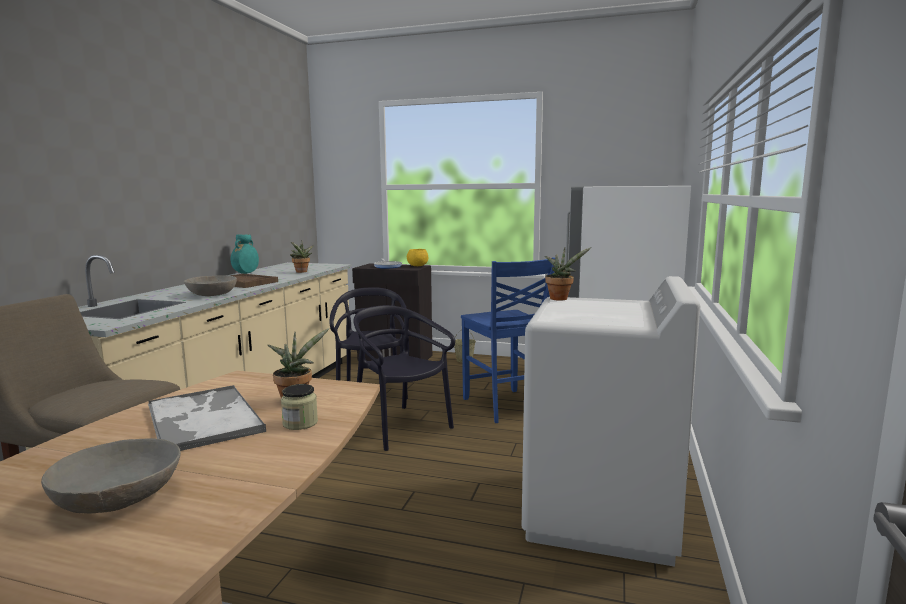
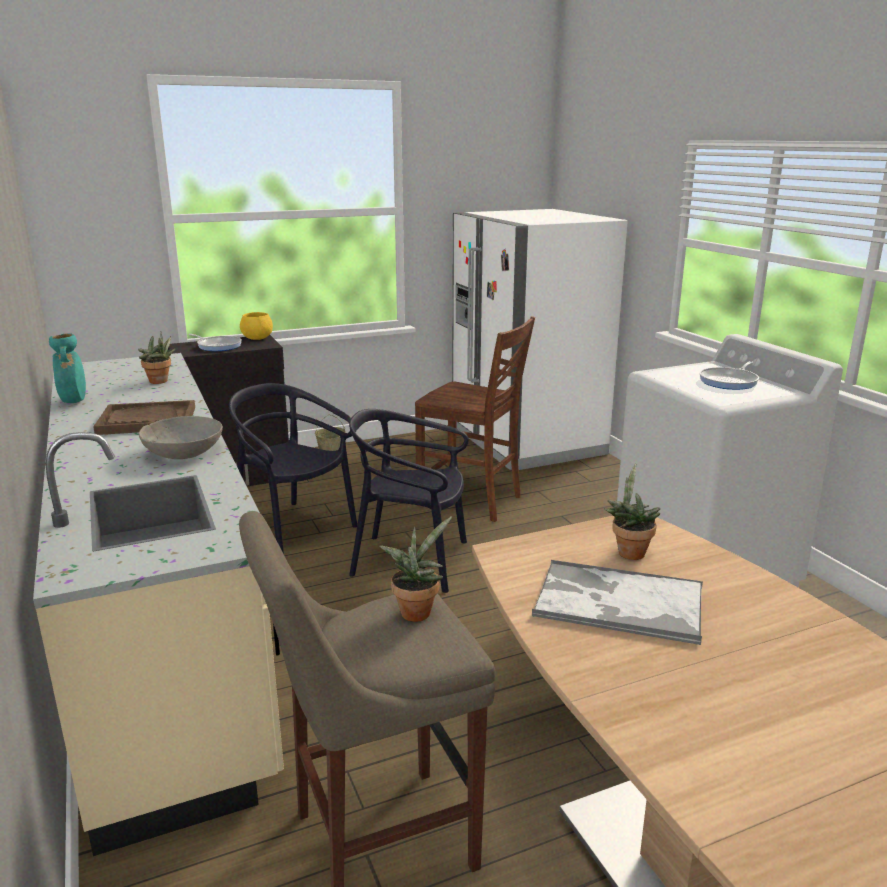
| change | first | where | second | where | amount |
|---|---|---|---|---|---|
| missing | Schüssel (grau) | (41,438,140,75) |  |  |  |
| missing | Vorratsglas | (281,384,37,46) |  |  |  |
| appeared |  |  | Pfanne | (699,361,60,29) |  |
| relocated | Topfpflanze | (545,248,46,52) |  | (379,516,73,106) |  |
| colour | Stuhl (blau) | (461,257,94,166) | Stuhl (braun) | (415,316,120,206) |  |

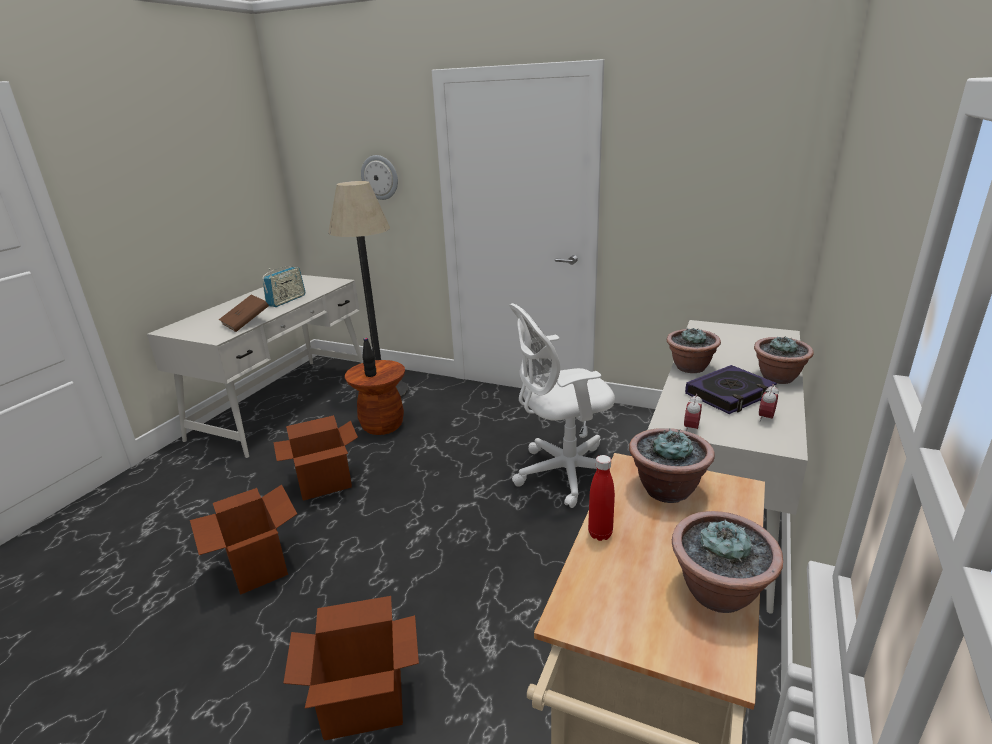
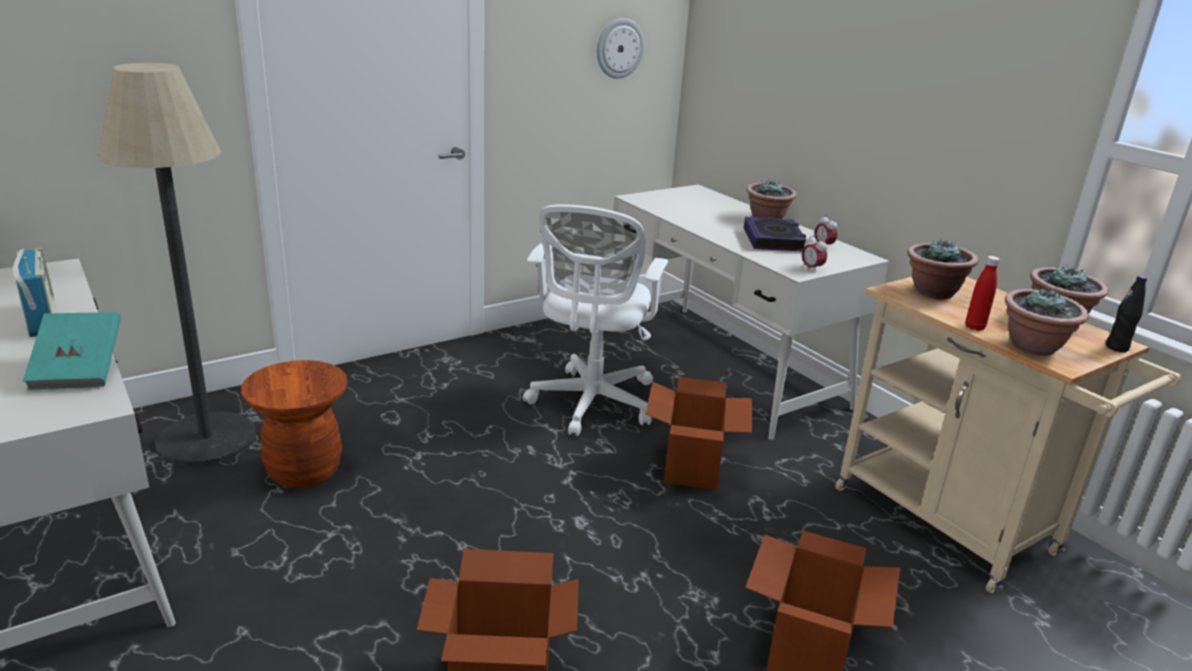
| change | first | where | second | where | amount |
|---|---|---|---|---|---|
| relocated | Karton | (273,415,85,86) |  | (646,377,106,113) |  |
| relocated | Wanduhr | (361,155,37,45) |  | (597,18,47,61) |  |
| relocated | Flasche (schwarz) | (362,338,14,39) |  | (1106,276,41,76) |  |
| relocated | Topfpflanze | (667,328,54,45) |  | (1005,288,84,68) |  |
| colour | Buch (braun) | (219,294,50,38) | Buch (türkis) | (23,312,98,78) |  |

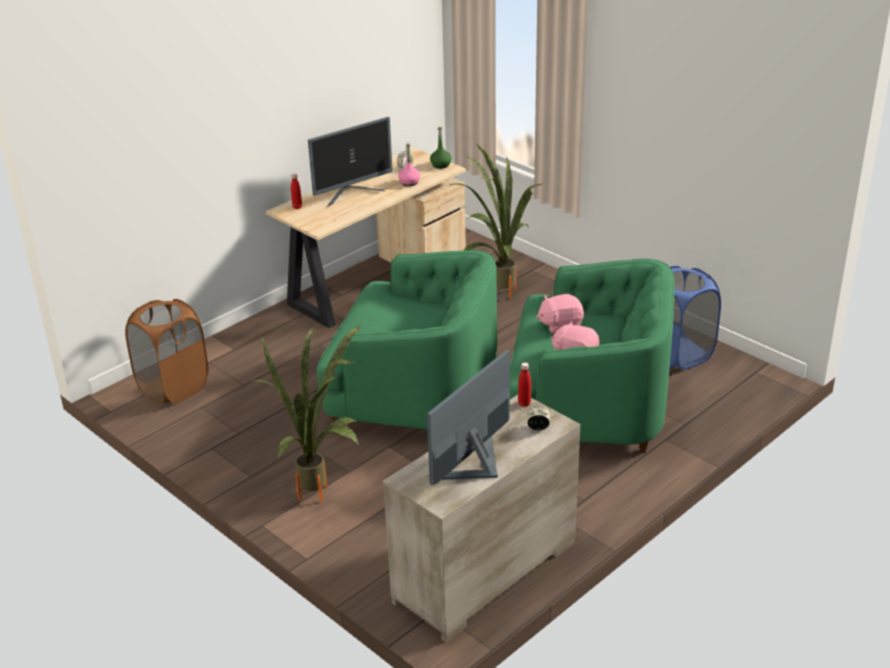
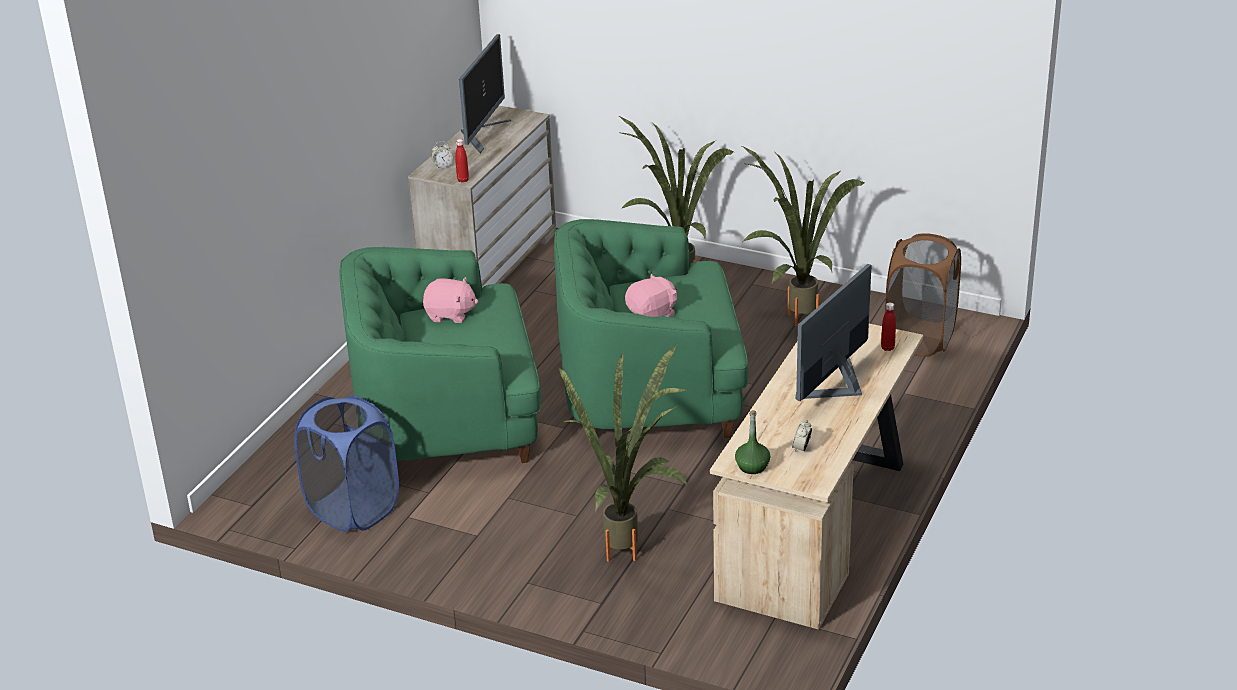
| change | first | where | second | where | amount |
|---|---|---|---|---|---|
| missing | Flasche (rosa) | (398,143,22,43) |  |  |  |
| appeared |  |  | Topfpflanze | (742,146,122,181) |  |
| relocated | Plüschtier (rosa) | (536,294,48,40) |  | (625,274,52,43) |  |

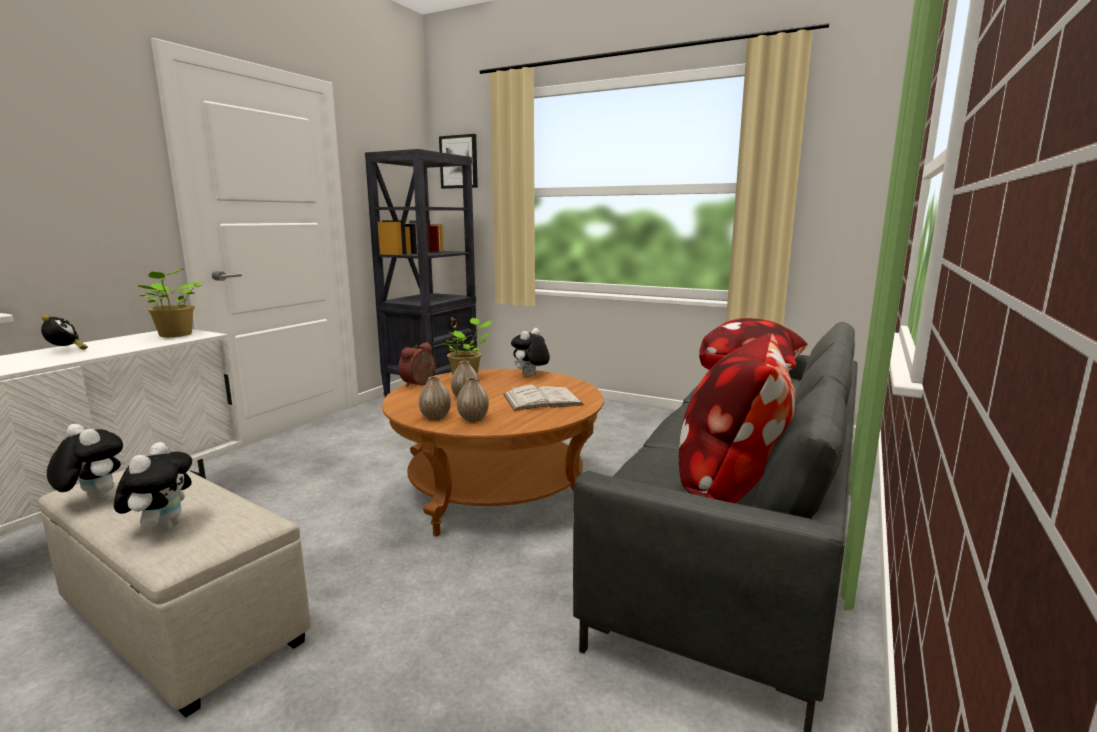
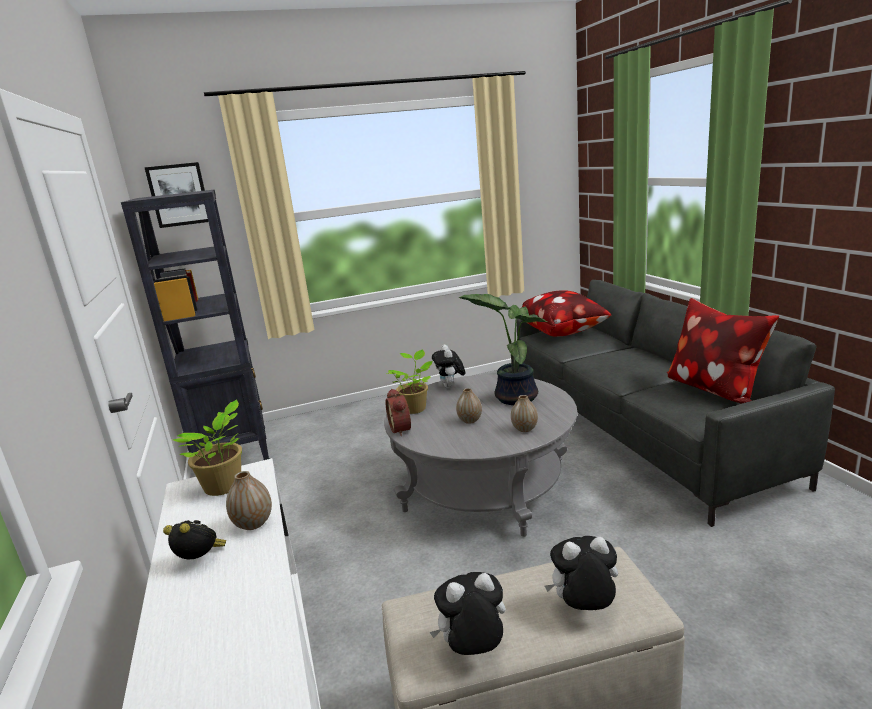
| change | first | where | second | where | amount |
|---|---|---|---|---|---|
| relocated | Vase | (419,376,32,44) |  | (226,471,46,59) |  |
| exchanged | Buch (weiß) | (503,385,81,26) | Topfpflanze | (458,294,89,111) |  |
| colour | Couchtisch (braun) | (382,369,222,167) | Couchtisch (grau) | (384,374,193,163) |  |
| spun | Plüschtier | (114,442,78,91) |  | (545,536,73,74) | 45 degrees counterclockwise |

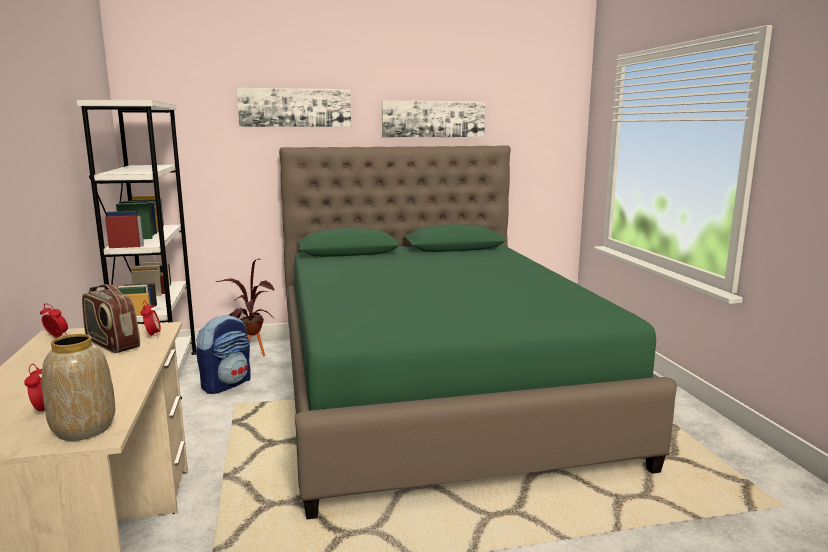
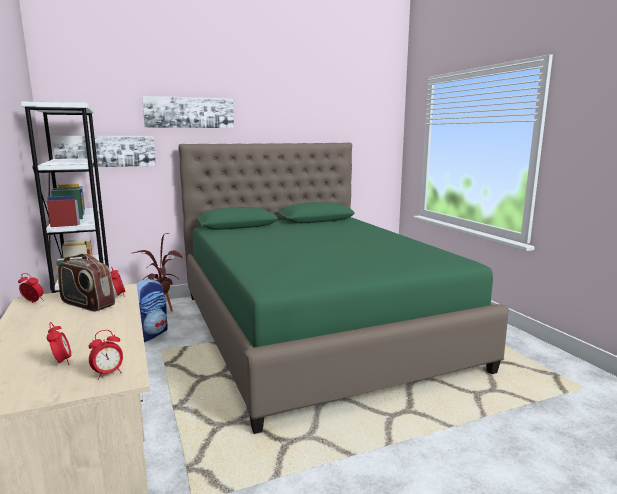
| change | first | where | second | where | amount |
|---|---|---|---|---|---|
| relocated | Bild | (382,101,103,36) |  | (52,136,104,31) |  |
| exchanged | Vase | (42,334,73,107) | Wecker | (89,330,34,50) |  |

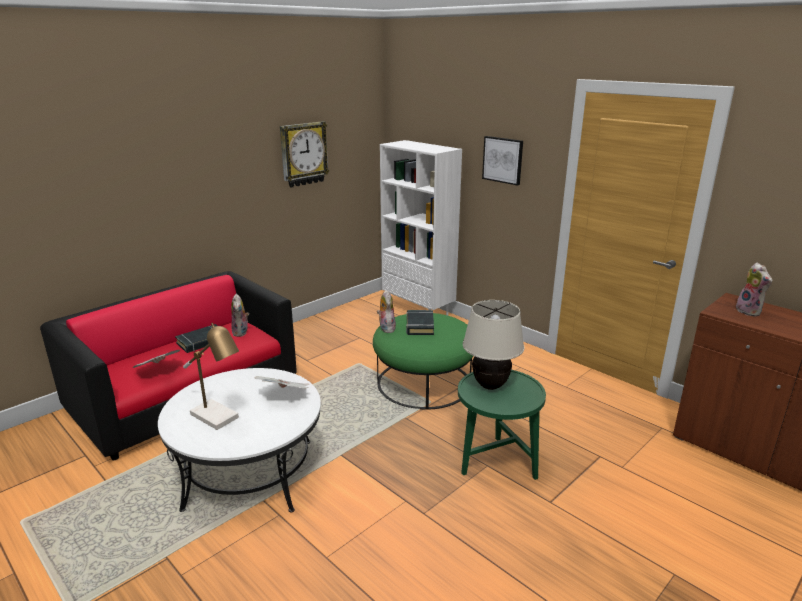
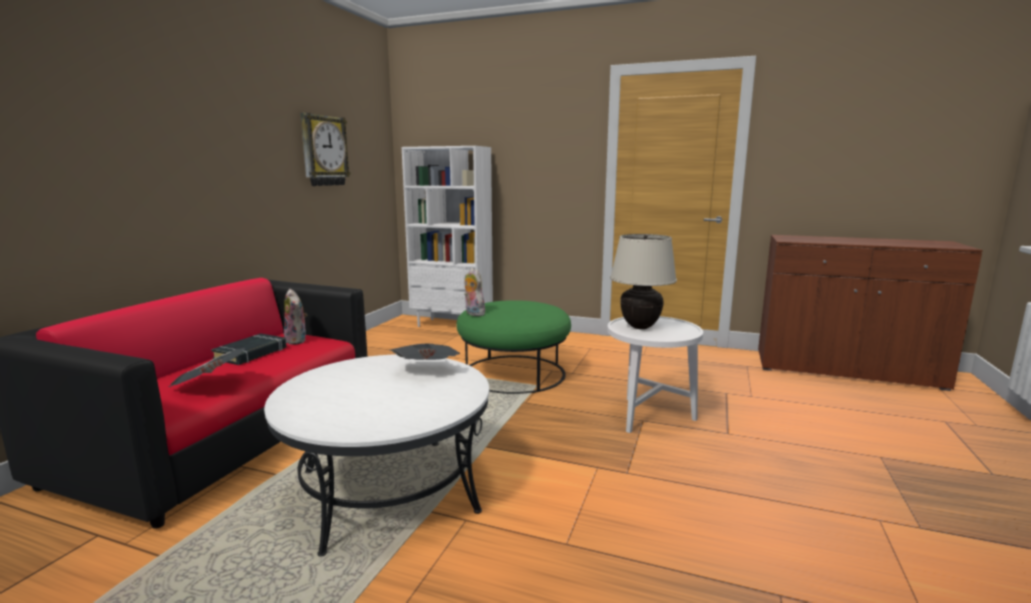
| change | first | where | second | where | amount |
|---|---|---|---|---|---|
| missing | Tischlampe | (183,323,56,107) |  |  |  |
| missing | Buch (schwarz) | (406,310,28,25) |  |  |  |
| missing | Bild | (482,136,41,50) |  |  |  |
| missing | Plüschtier | (736,262,37,54) |  |  |  |
| colour | Beistelltisch (grün) | (458,370,88,110) | Beistelltisch (weiß) | (607,316,96,117) |  |

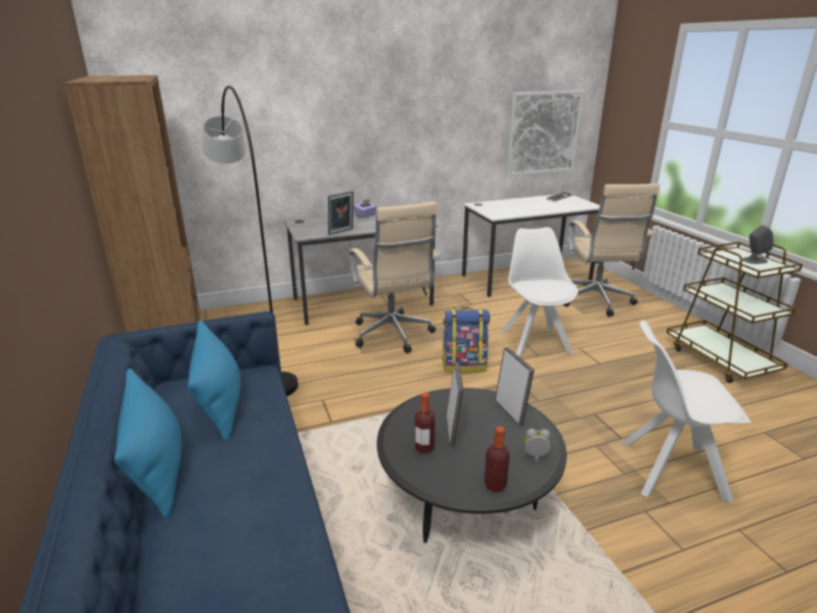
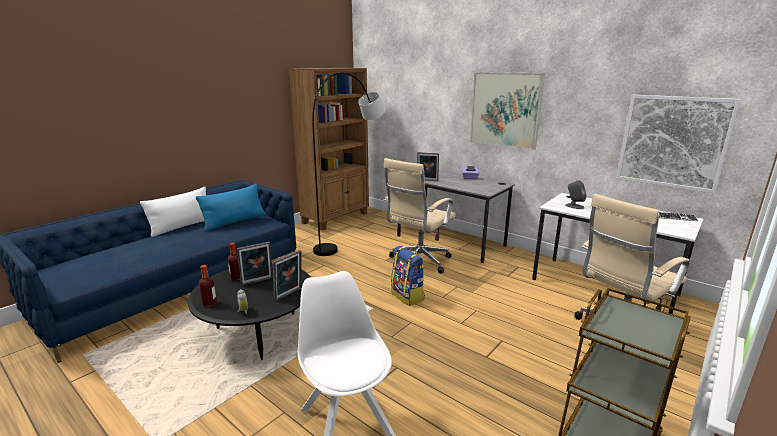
| change | first | where | second | where | amount |
|---|---|---|---|---|---|
| missing | Stuhl (weiß) | (501,227,77,130) |  |  |  |
| appeared |  |  | Bild | (470,72,75,78) |  |
| relocated | Lautsprecher (grau) | (742,225,32,39) |  | (565,180,22,29) |  |
| colour | Kissen (blau) | (114,368,68,151) | Kissen (weiß) | (140,187,66,50) |  |

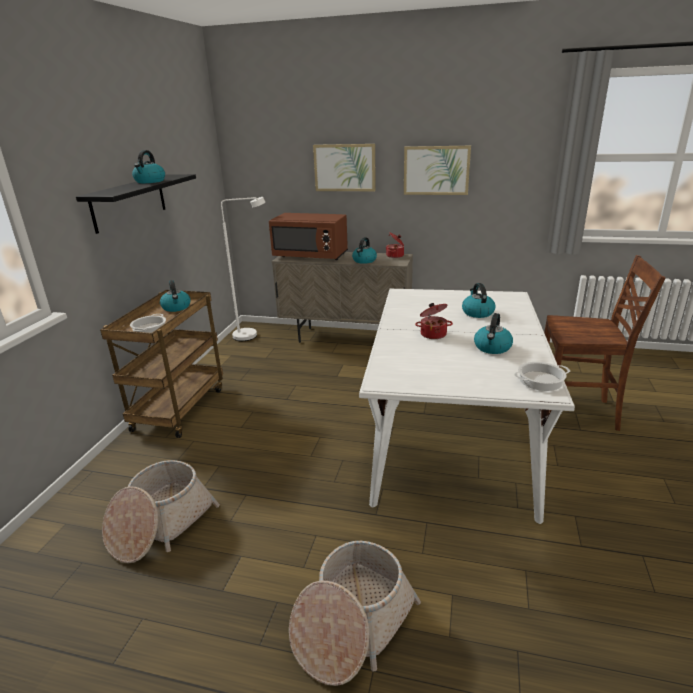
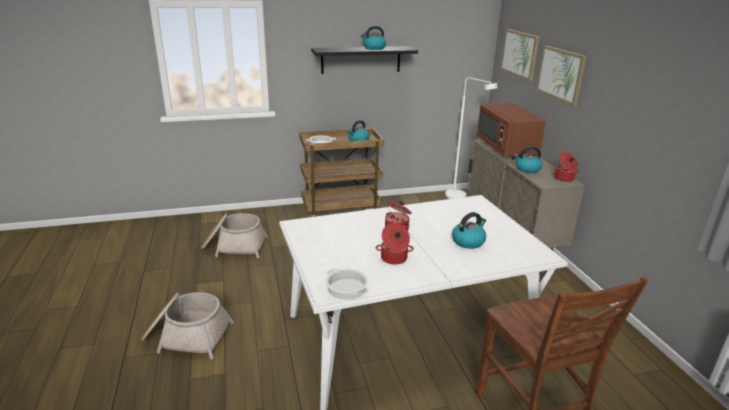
| change | first | where | second | where | amount |
|---|---|---|---|---|---|
| relocated | Bild | (404,146,67,49) |  | (501,29,39,52) |  |
| exchanged | Wasserkessel | (474,313,39,41) | Kochtopf | (376,223,38,42) |  |

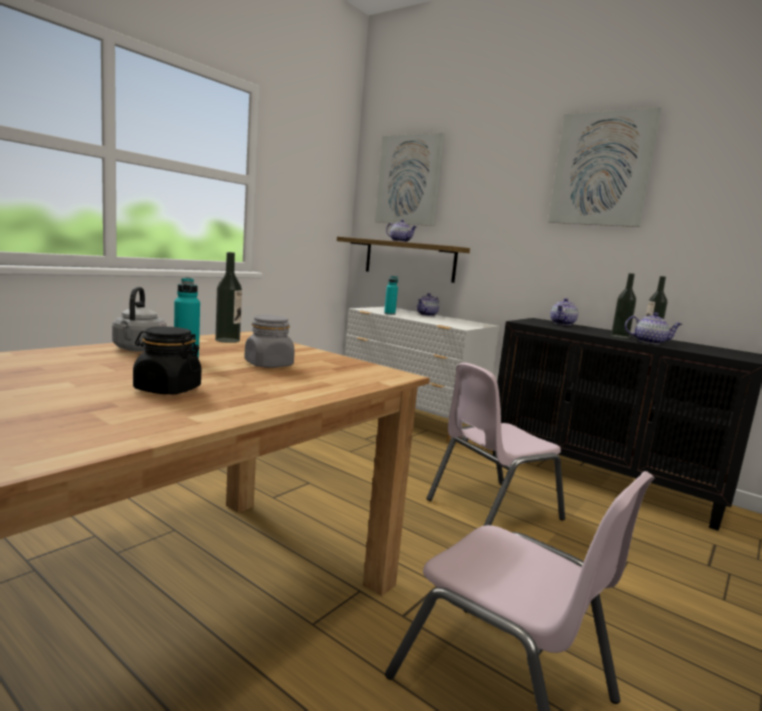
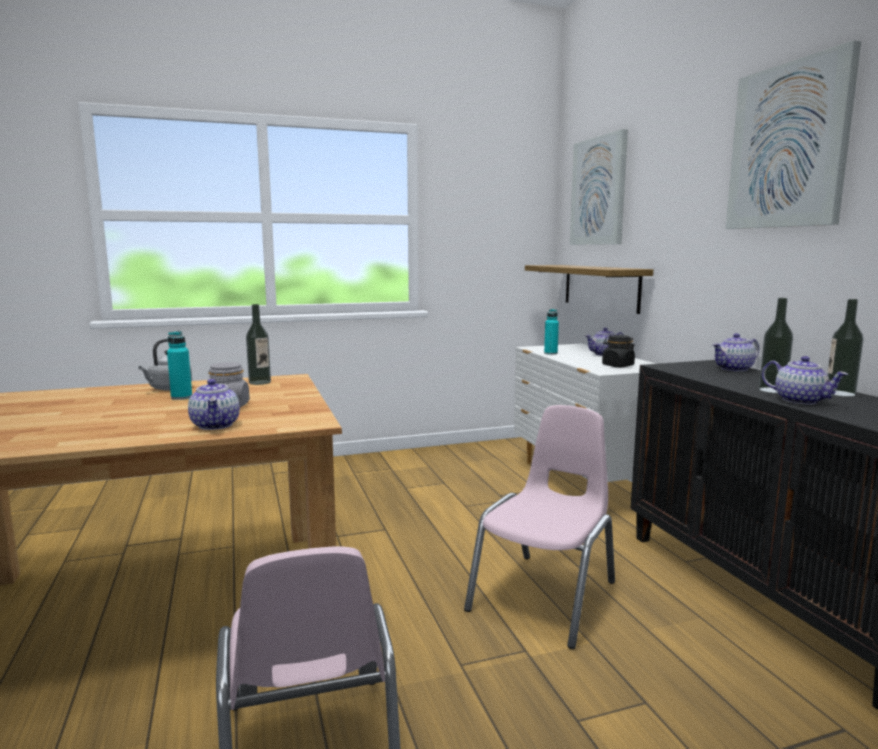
| change | first | where | second | where | amount |
|---|---|---|---|---|---|
| relocated | Vorratsglas (schwarz) | (133,327,69,68) |  | (602,335,33,32) |  |
| relocated | Teekanne | (386,220,31,22) |  | (188,379,52,51) |  |
| spun | Stuhl (rosa) | (426,363,139,163) |  | (464,405,151,244) | 120 degrees clockwise |

